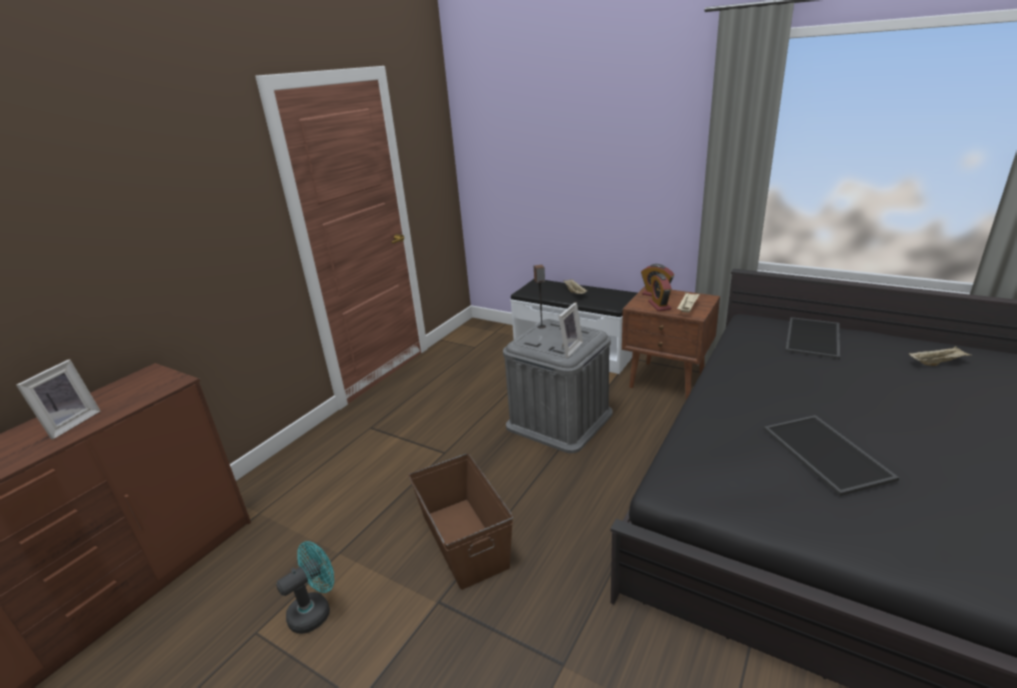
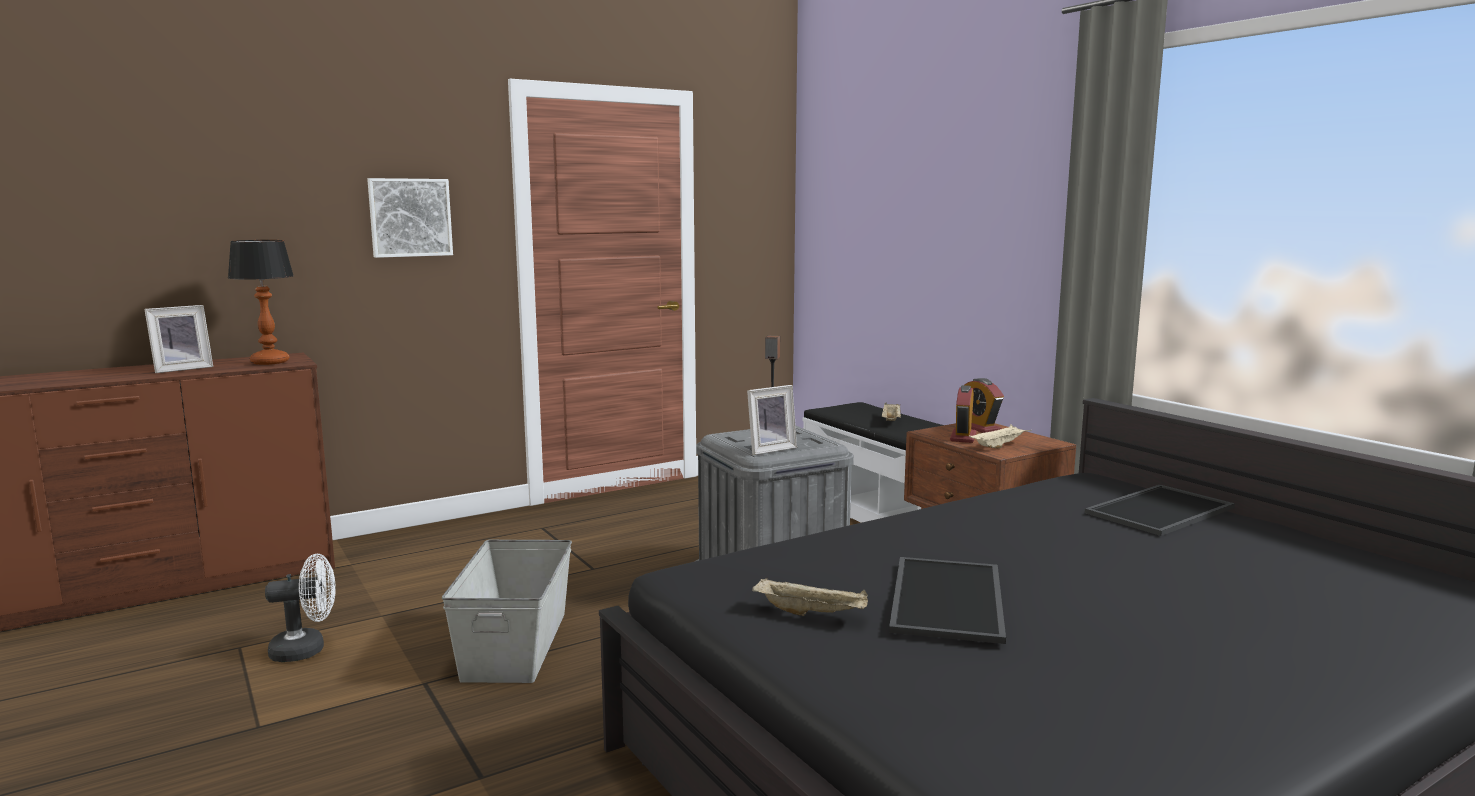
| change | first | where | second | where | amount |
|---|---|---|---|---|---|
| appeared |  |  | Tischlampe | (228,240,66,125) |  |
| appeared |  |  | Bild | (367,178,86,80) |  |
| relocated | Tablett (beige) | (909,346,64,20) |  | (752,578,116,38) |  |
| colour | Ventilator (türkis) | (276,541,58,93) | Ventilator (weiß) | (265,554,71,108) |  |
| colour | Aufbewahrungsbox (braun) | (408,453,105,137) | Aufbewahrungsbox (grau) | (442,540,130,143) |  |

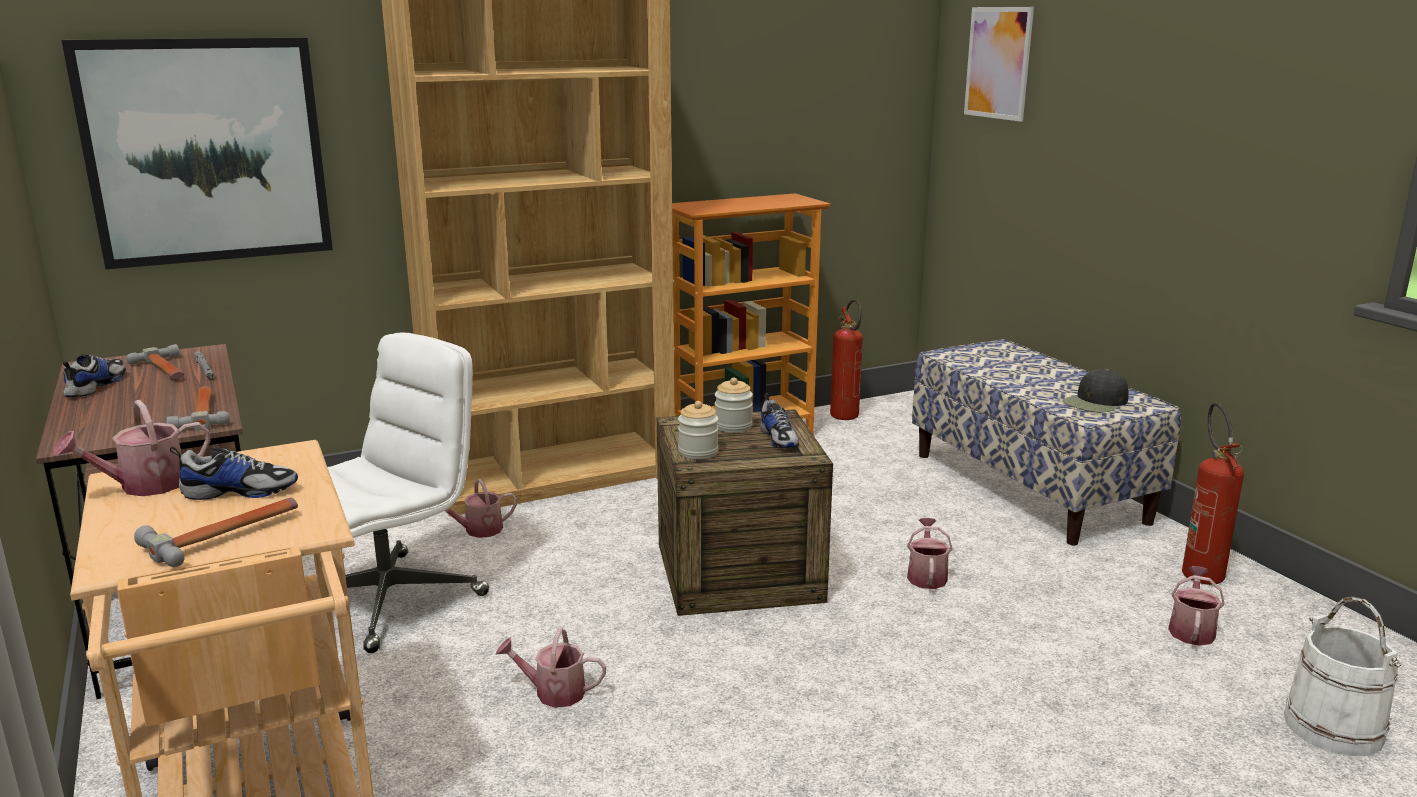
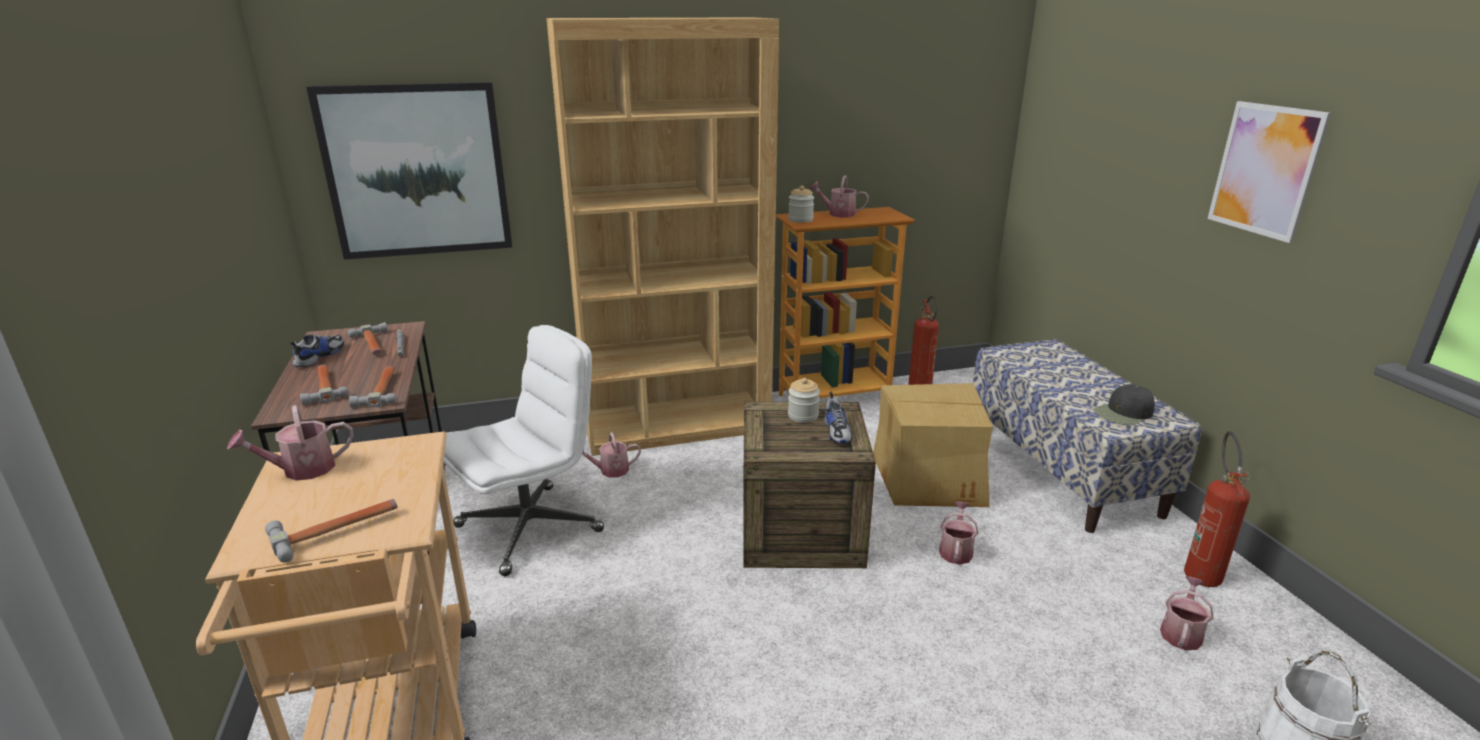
| change | first | where | second | where | amount |
|---|---|---|---|---|---|
| missing | Schuh | (170,447,128,53) |  |  |  |
| appeared |  |  | Hammer | (300,365,49,41) |  |
| appeared |  |  | Karton | (873,383,120,124) |  |
| relocated | Gießkanne | (496,628,110,80) |  | (809,175,60,42) |  |
| relocated | Vorratsglas | (678,401,41,58) |  | (788,186,26,37) |  |
| relocated | Bild | (964,7,70,115) |  | (1208,101,123,142) |  |

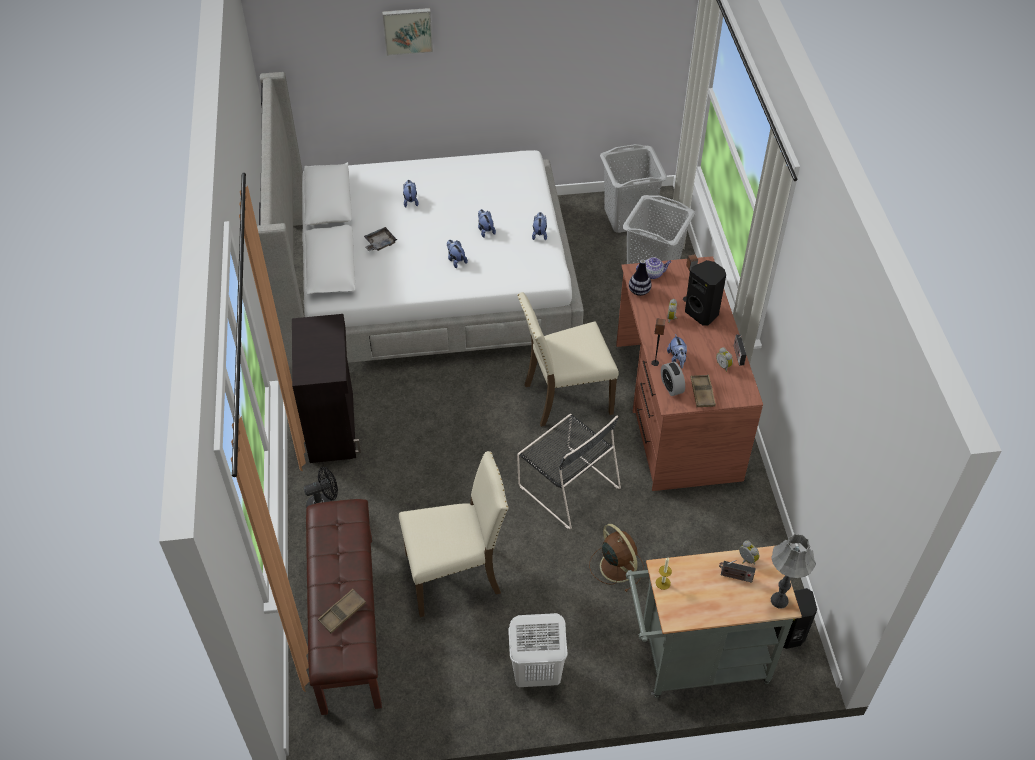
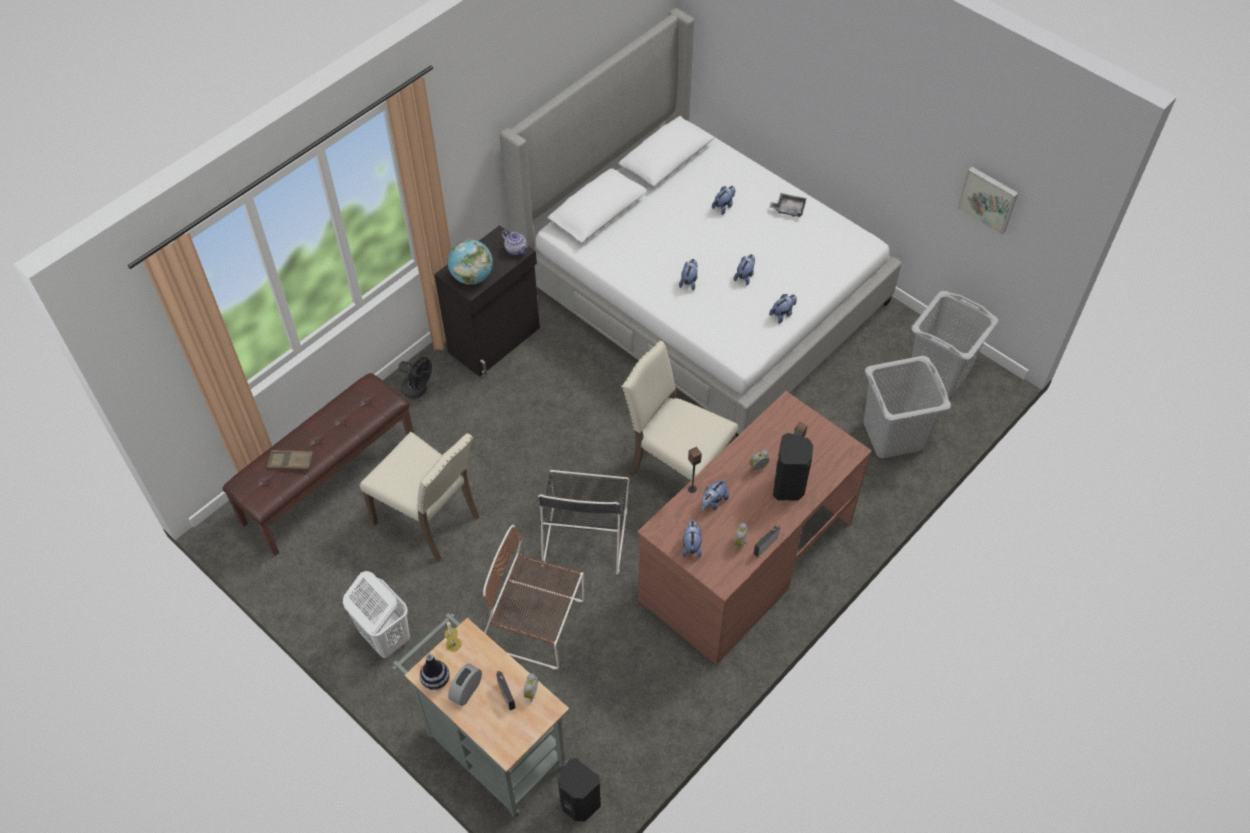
| change | first | where | second | where | amount |
|---|---|---|---|---|---|
| missing | Tischlampe (grau) | (771,534,45,75) |  |  |  |
| appeared |  |  | Globus | (447,240,46,45) |  |
| relocated | Tablett (grau) | (364,227,33,24) |  | (769,193,38,24) |  |
| relocated | Bild | (382,8,51,48) |  | (957,167,61,68) |  |
| relocated | Vase | (629,259,23,37) |  | (420,654,30,36) |  |
| relocated | Teekanne | (636,257,35,22) |  | (501,230,28,25) |  |
| relocated | Wecker | (661,362,24,34) |  | (448,663,34,43) |  |
| exchanged | Ventilator (braun) | (589,524,55,68) | Stuhl (braun) | (483,525,101,145) |  |
| exchanged | Tablett (braun) | (690,375,26,32) | Plüschtier | (682,520,20,38) |  |

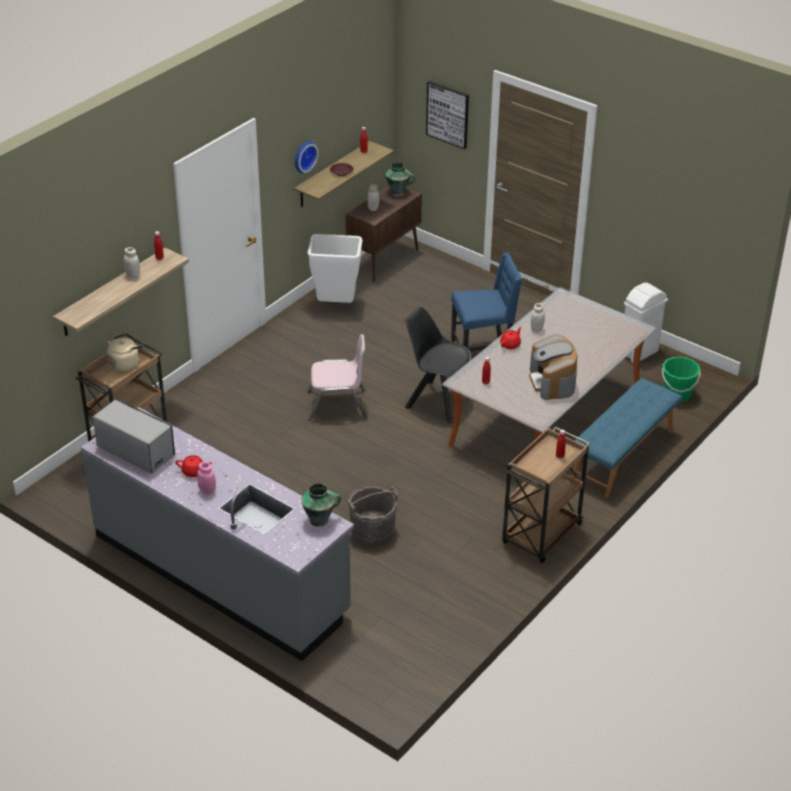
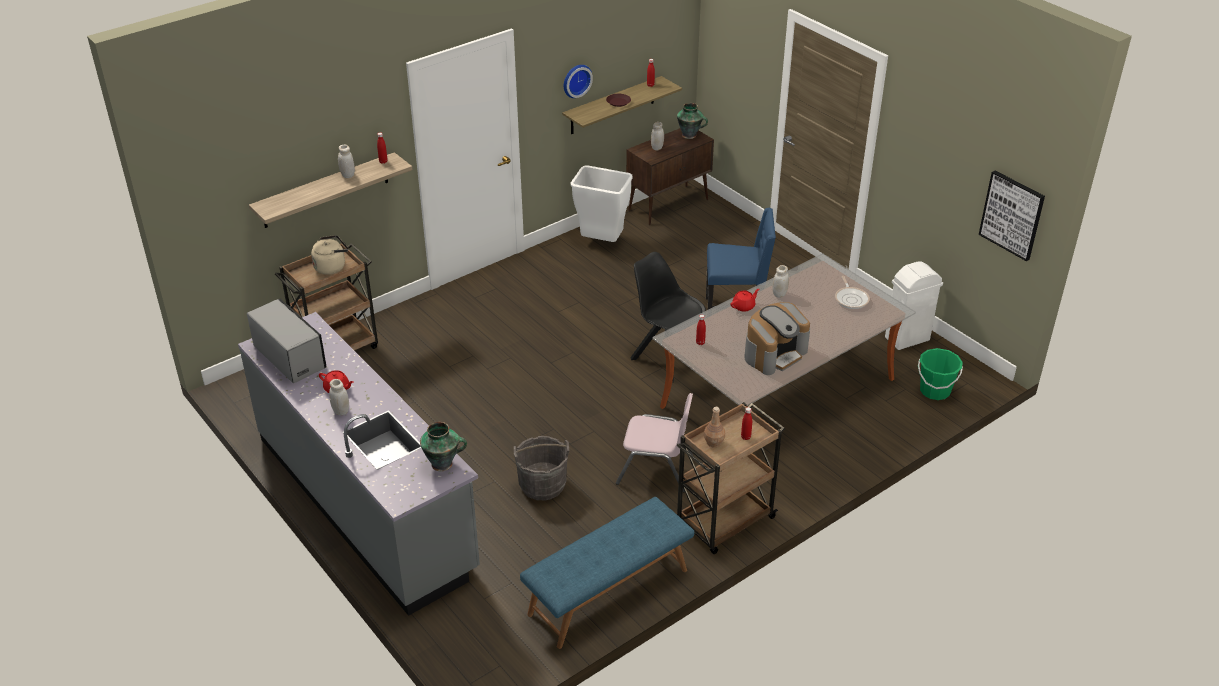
| change | first | where | second | where | amount |
|---|---|---|---|---|---|
| appeared |  |  | Flasche (braun) | (704,407,21,41) |  |
| appeared |  |  | Pfanne | (835,276,35,33) |  |
| relocated | Stuhl (rosa) | (308,334,59,87) |  | (616,393,77,99) |  |
| relocated | Bild | (426,81,43,68) |  | (979,171,66,90) |  |
| relocated | Bank (blau) | (572,378,110,120) |  | (520,497,174,152) |  |
| colour | Vorratsglas (rosa) | (197,462,19,33) | Vorratsglas (weiß) | (329,379,20,36) |  |
| spun | Kaffeemaschine | (529,334,48,66) |  | (745,302,65,73) | 135 degrees counterclockwise |

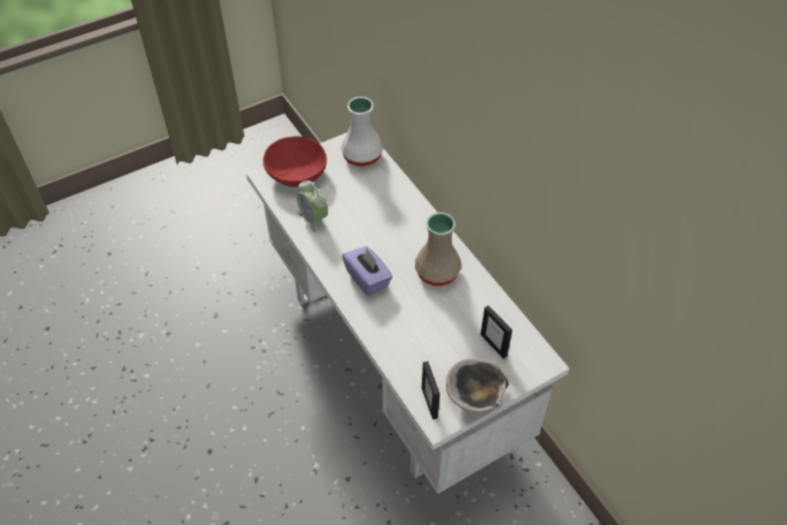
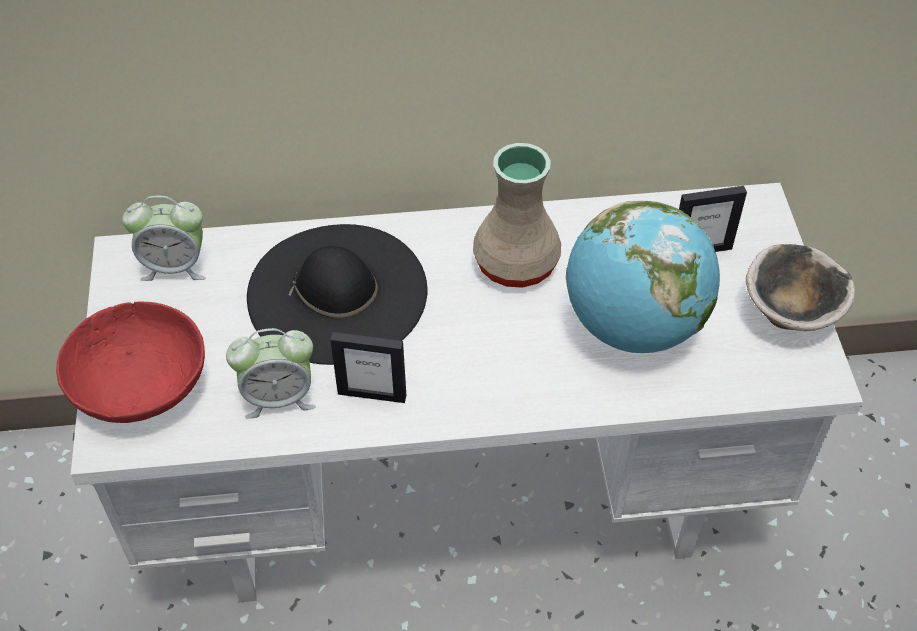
| change | first | where | second | where | amount |
|---|---|---|---|---|---|
| missing | Taschentuchbox (lila) | (342,246,51,50) |  |  |  |
| appeared |  |  | Hut (schwarz) | (247,224,180,141) |  |
| appeared |  |  | Globus | (566,201,154,152) |  |
| relocated | Bilderrahmen | (422,361,18,58) |  | (330,332,76,71) |  |
| exchanged | Vase (weiß) | (341,97,42,69) | Wecker | (122,196,84,85) |  |

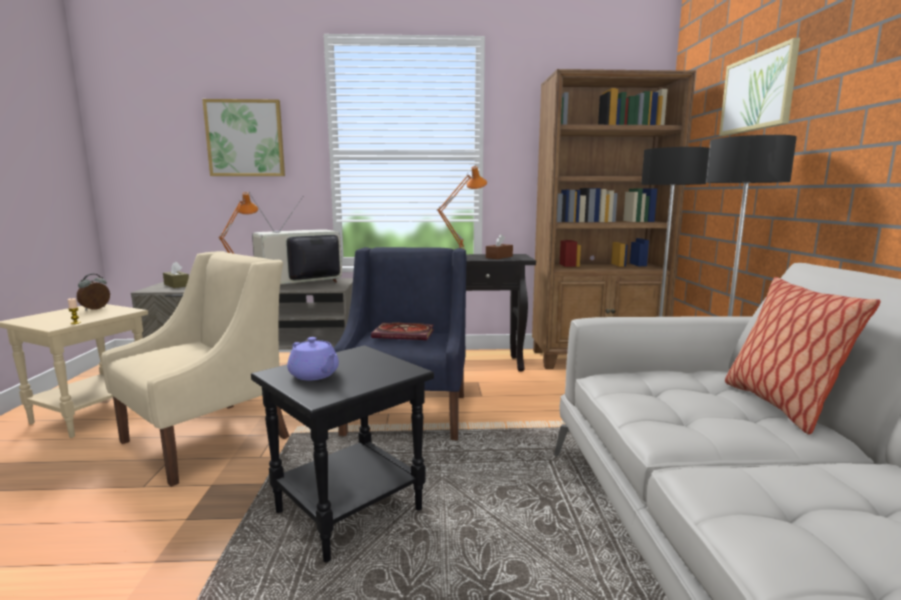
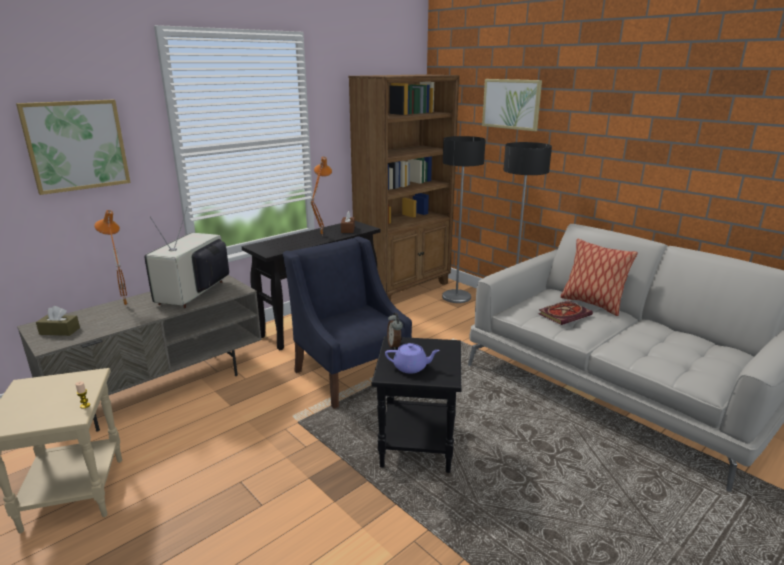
| change | first | where | second | where | amount |
|---|---|---|---|---|---|
| missing | Sessel (beige) | (101,251,189,236) |  |  |  |
| relocated | Wecker | (77,273,33,38) |  | (387,313,16,37) |  |
| relocated | Buch | (371,322,63,18) |  | (538,300,55,25) |  |

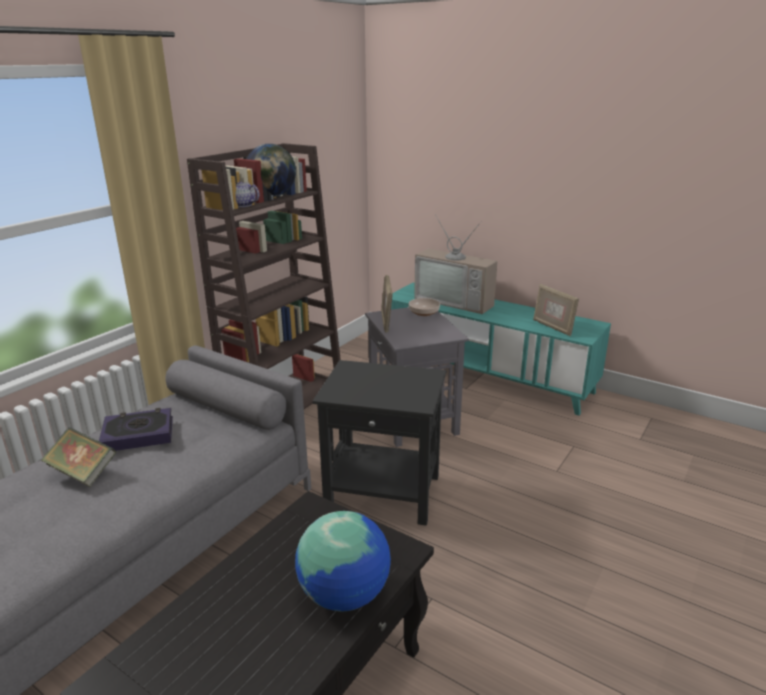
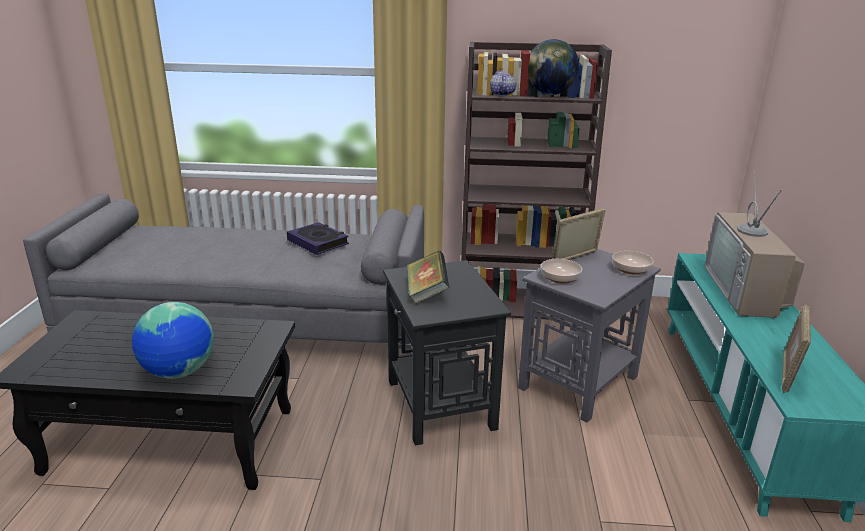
| change | first | where | second | where | amount |
|---|---|---|---|---|---|
| appeared |  |  | Schüssel | (541,259,41,25) |  |
| relocated | Buch | (41,427,75,60) |  | (407,251,43,53) |  |

